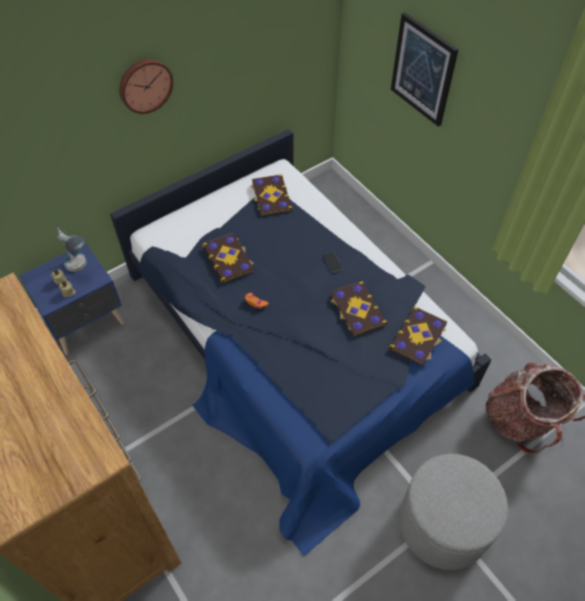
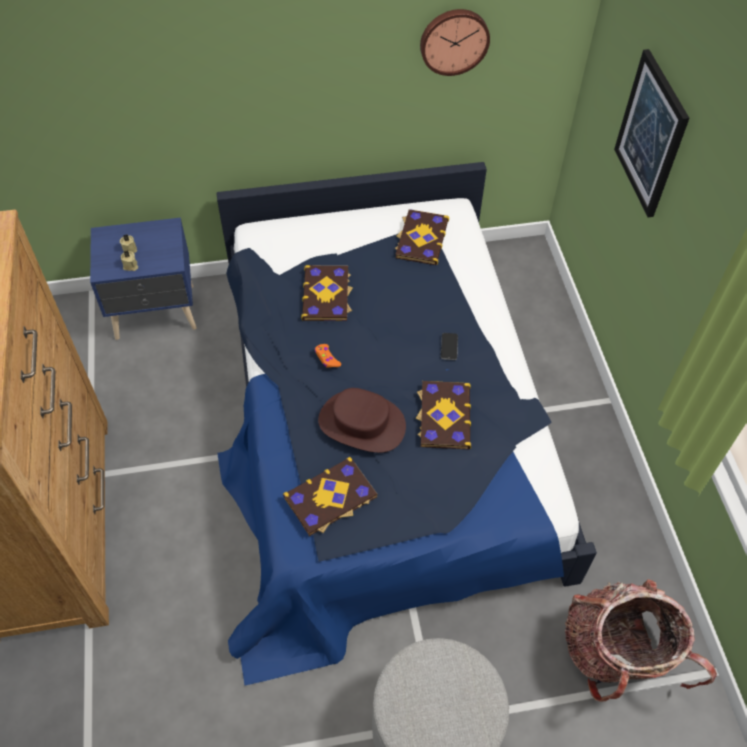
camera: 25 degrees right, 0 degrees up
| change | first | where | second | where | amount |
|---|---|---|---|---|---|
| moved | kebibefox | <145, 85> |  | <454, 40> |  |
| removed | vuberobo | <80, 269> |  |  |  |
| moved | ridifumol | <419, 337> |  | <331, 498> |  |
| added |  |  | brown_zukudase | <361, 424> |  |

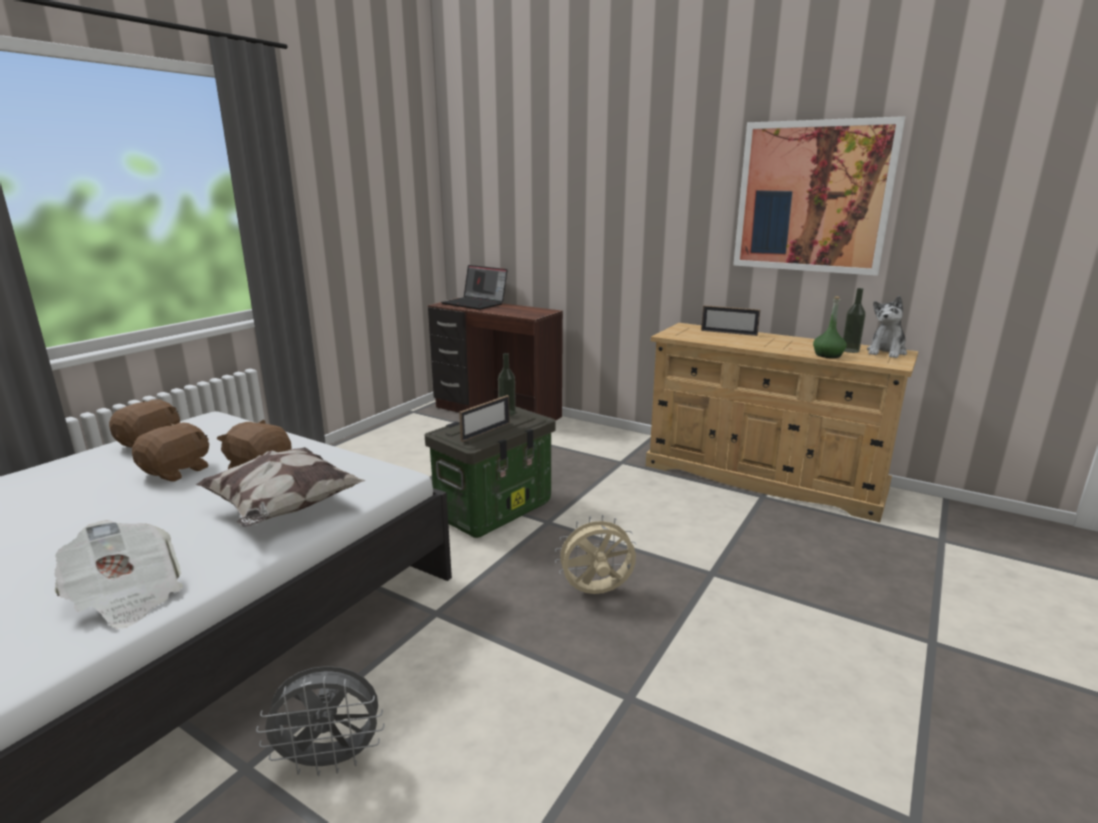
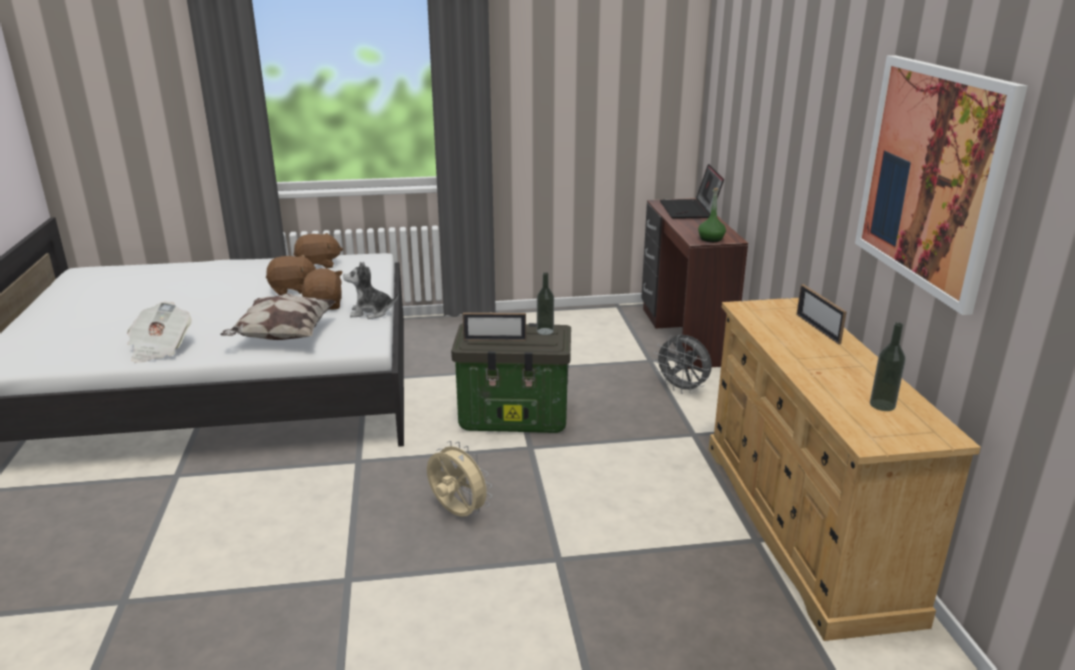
camera: 50 degrees right, 5 degrees up
| change | first | where | second | where | amount |
|---|---|---|---|---|---|
| moved | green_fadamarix | <828, 355> |  | <711, 239> |  |
| moved | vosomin | <886, 352> |  | <371, 312> |  |
| moved | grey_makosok | <331, 760> |  | <682, 389> |  |

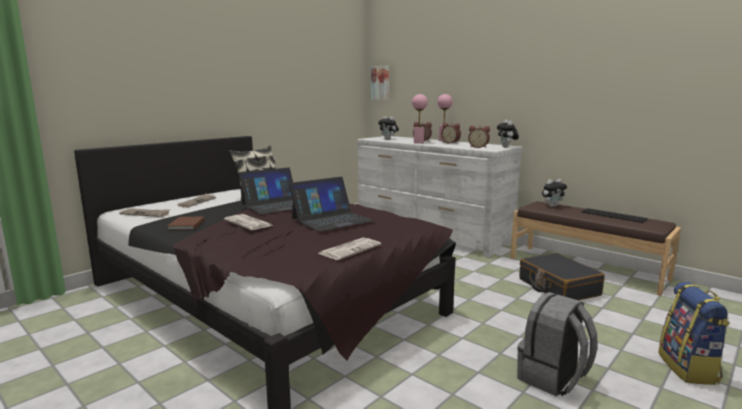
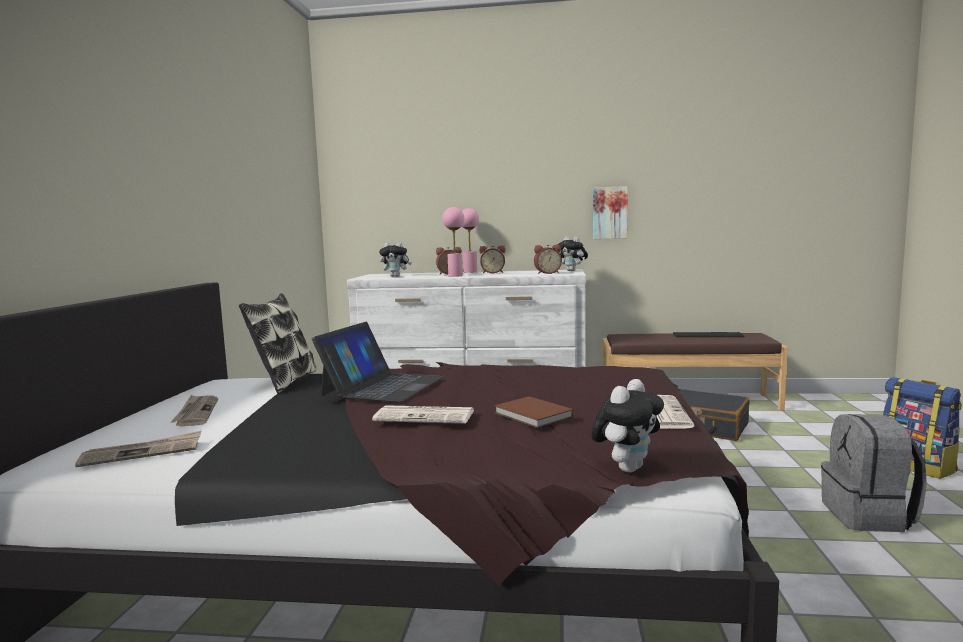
camera: 35 degrees left, 5 degrees down
| change | first | where | second | where | amount |
|---|---|---|---|---|---|
| moved | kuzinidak | <380, 82> |  | <609, 213> |  |
| removed | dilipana | <331, 220> |  |  |  |
| moved | vosomin | <552, 206> |  | <627, 468> |  |
| moved | brown_ridifumol | <185, 225> |  | <533, 416> |  |

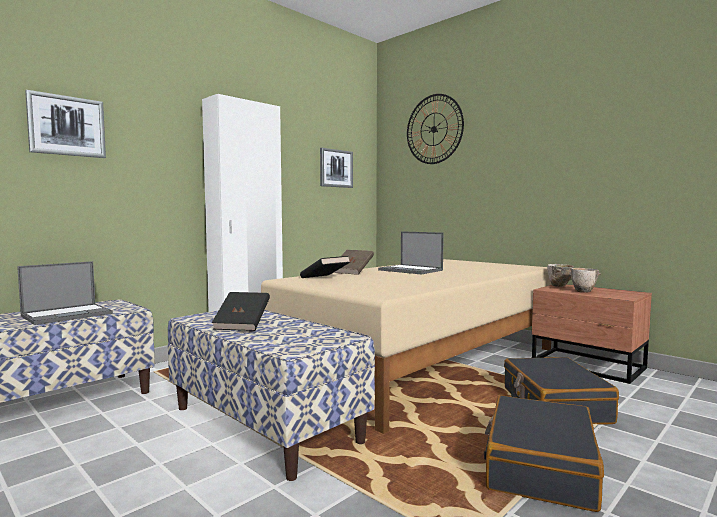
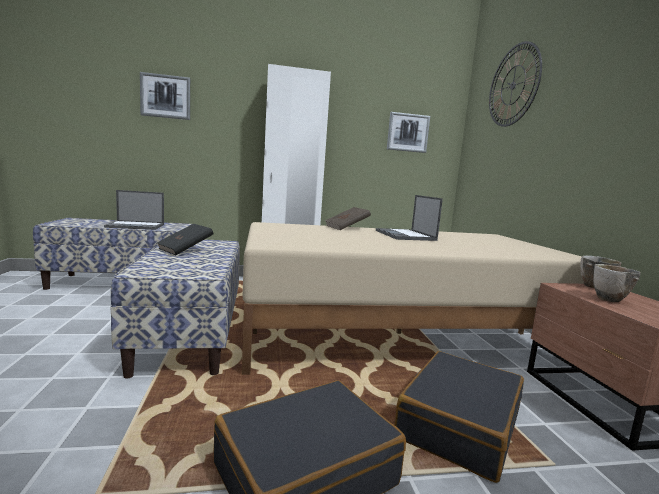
camera: 35 degrees right, 5 degrees up
| change | first | where | second | where | amount |
|---|---|---|---|---|---|
| removed | black_ridifumol | <324, 278> |  |  |  |

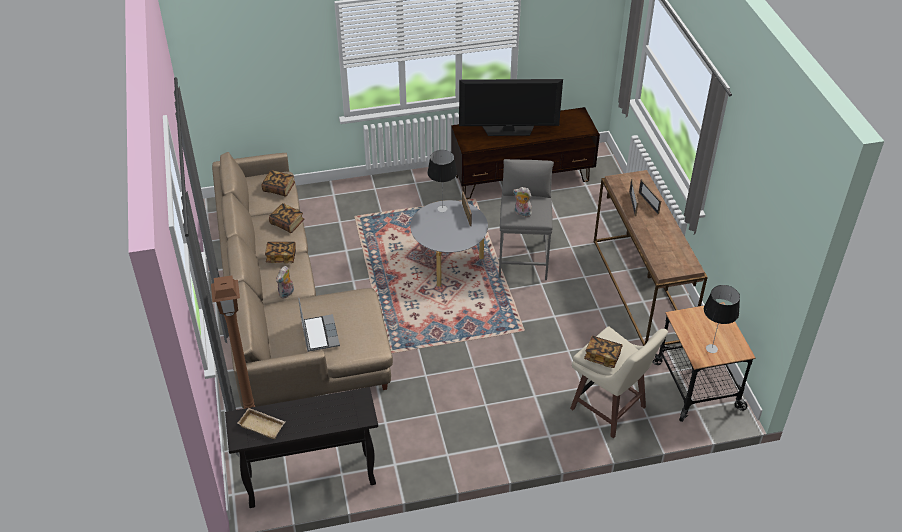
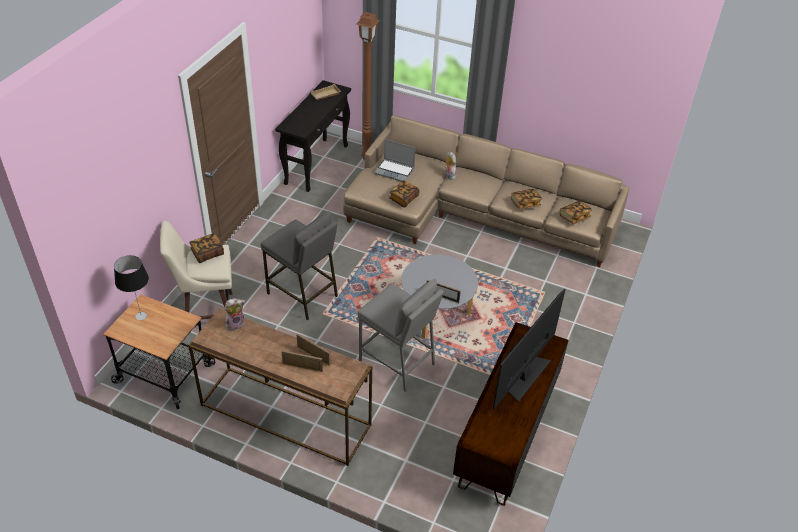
camera: 125 degrees right, 0 degrees up
| change | first | where | second | where | amount |
|---|---|---|---|---|---|
| removed | vuberobo | <442, 208> |  |  |  |
| moved | vosomin | <522, 213> |  | <235, 324> |  |
| moved | ridifumol | <281, 257> |  | <404, 199> |  |
| added |  |  | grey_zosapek | <302, 295> |  |

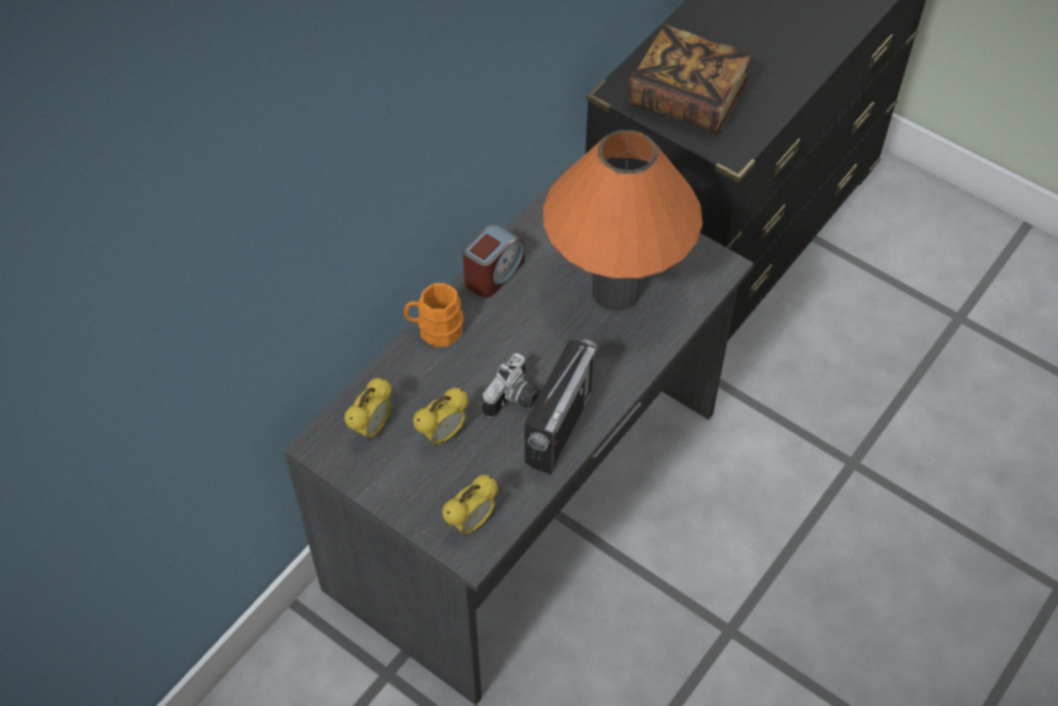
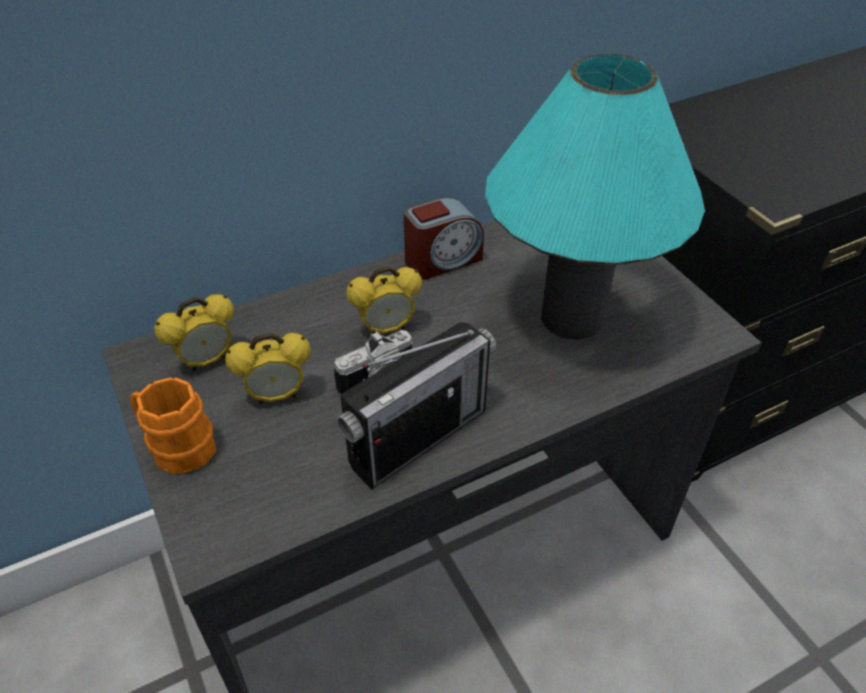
camera: 25 degrees right, 10 degrees down
| change | first | where | second | where | amount |
|---|---|---|---|---|---|
| removed | ridifumol | <687, 98> |  |  |  |
| recoloured | orange_vuberobo | <616, 290> | turquoise_vuberobo | <572, 317> |  |
| moved | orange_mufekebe | <435, 330> |  | <177, 447> |  |
| moved | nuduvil | <471, 523> |  | <386, 329> |  |

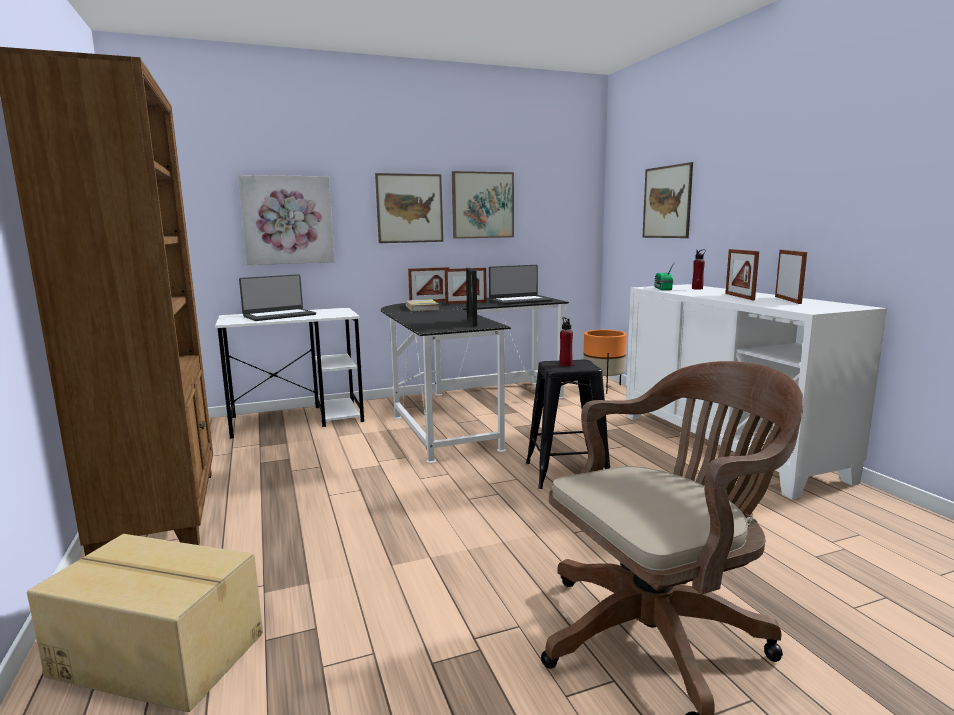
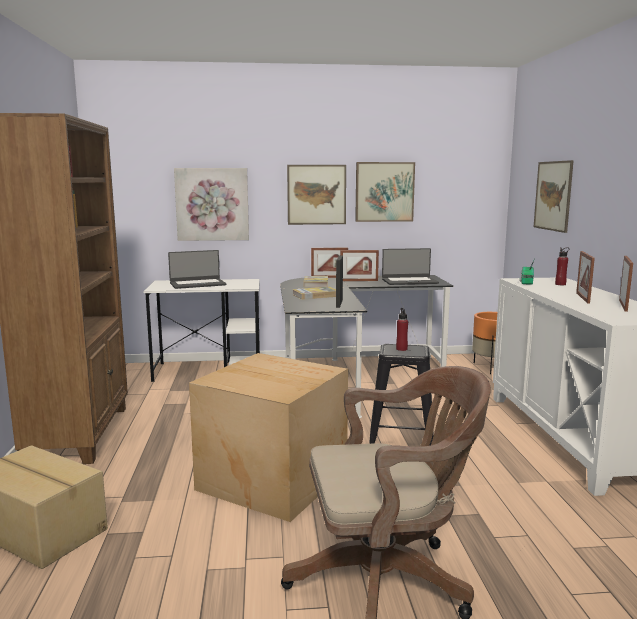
camera: 15 degrees right, 0 degrees up
| change | first | where | second | where | amount |
|---|---|---|---|---|---|
| added |  |  | ridifumol | <315, 295> |  |
| added |  |  | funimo | <272, 478> |  |

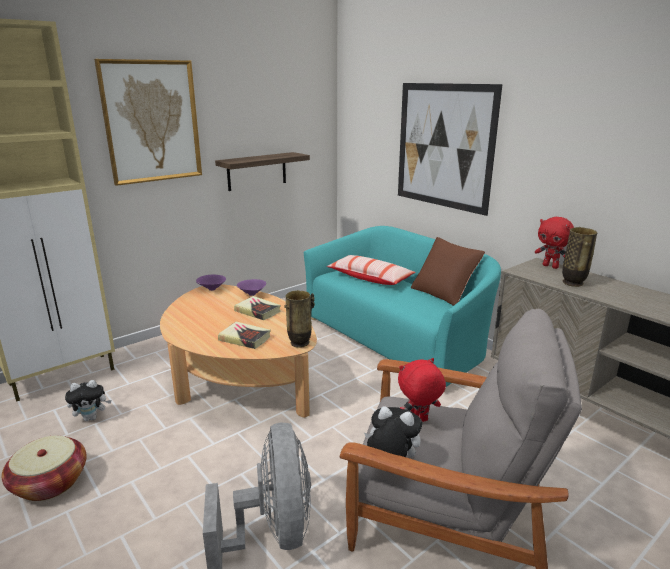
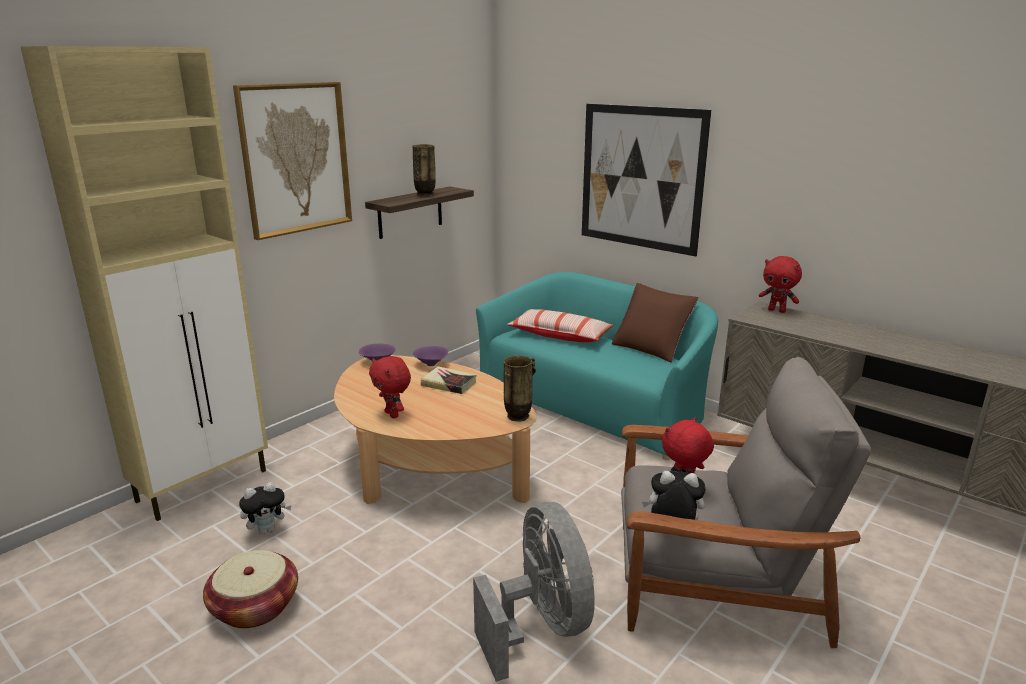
camera: 10 degrees left, 0 degrees up
| change | first | where | second | where | amount |
|---|---|---|---|---|---|
| moved | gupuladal | <573, 283> |  | <425, 195> |  |
| removed | ridifumol | <245, 338> |  |  |  |
| added |  |  | red_vosomin | <393, 414> |  |

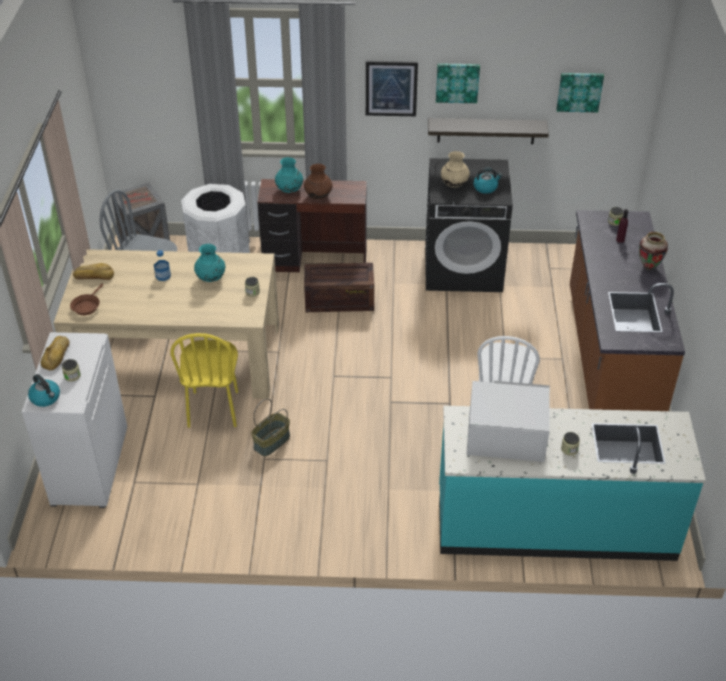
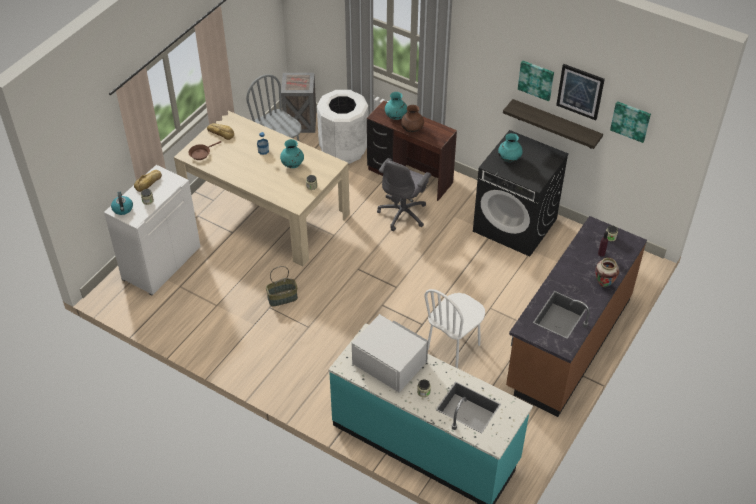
camera: 30 degrees right, 5 degrees up
| change | first | where | second | where | amount |
|---|---|---|---|---|---|
| moved | kuzinidak | <391, 88> |  | <580, 91> |  |
| recoloured | beige_gupuladal | <454, 184> | turquoise_gupuladal | <509, 159> |  |
| removed | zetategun | <485, 187> |  |  |  |
| replaced | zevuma | <338, 301> | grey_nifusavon | <403, 214> |  |
| removed | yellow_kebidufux | <214, 409> |  |  |  |

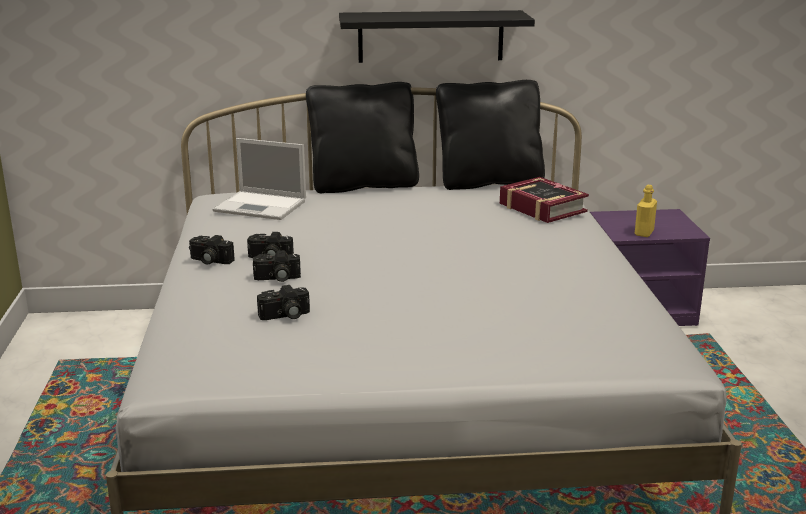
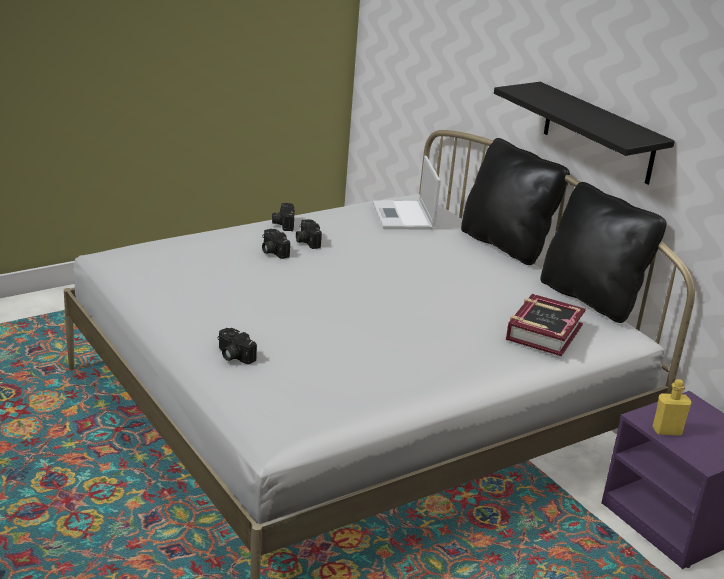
camera: 60 degrees right, 5 degrees up
| change | first | where | second | where | amount |
|---|---|---|---|---|---|
| moved | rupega | <285, 316> |  | <233, 355> |  |

